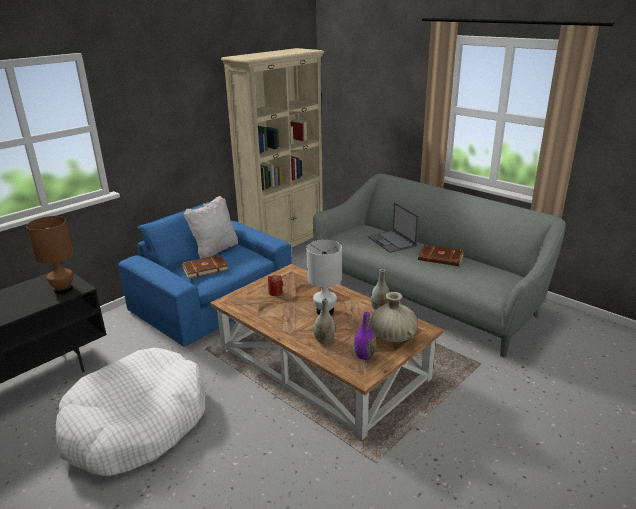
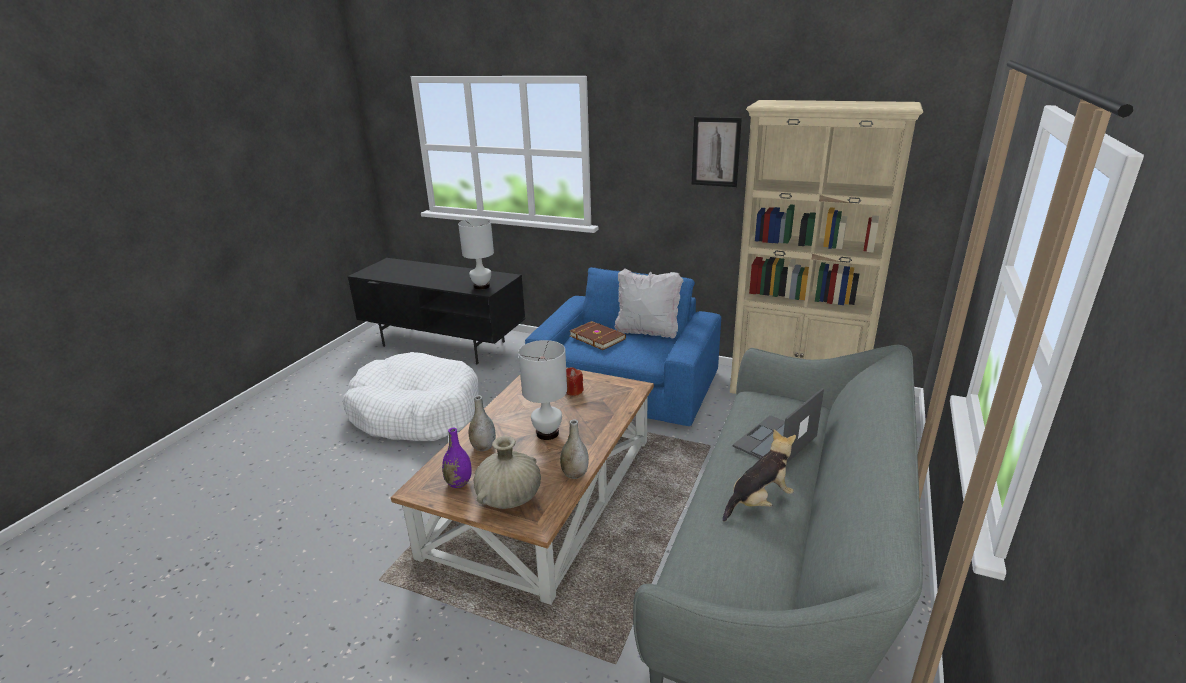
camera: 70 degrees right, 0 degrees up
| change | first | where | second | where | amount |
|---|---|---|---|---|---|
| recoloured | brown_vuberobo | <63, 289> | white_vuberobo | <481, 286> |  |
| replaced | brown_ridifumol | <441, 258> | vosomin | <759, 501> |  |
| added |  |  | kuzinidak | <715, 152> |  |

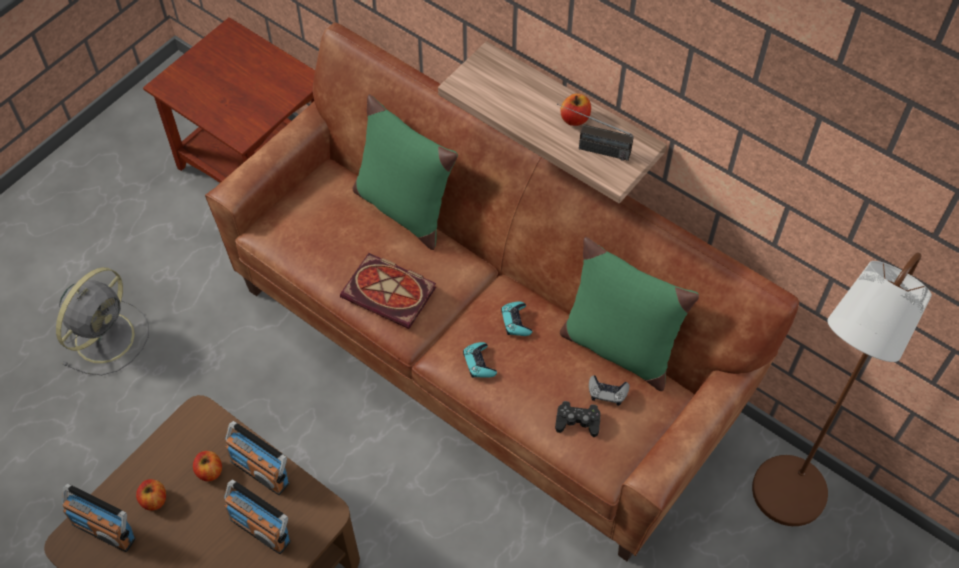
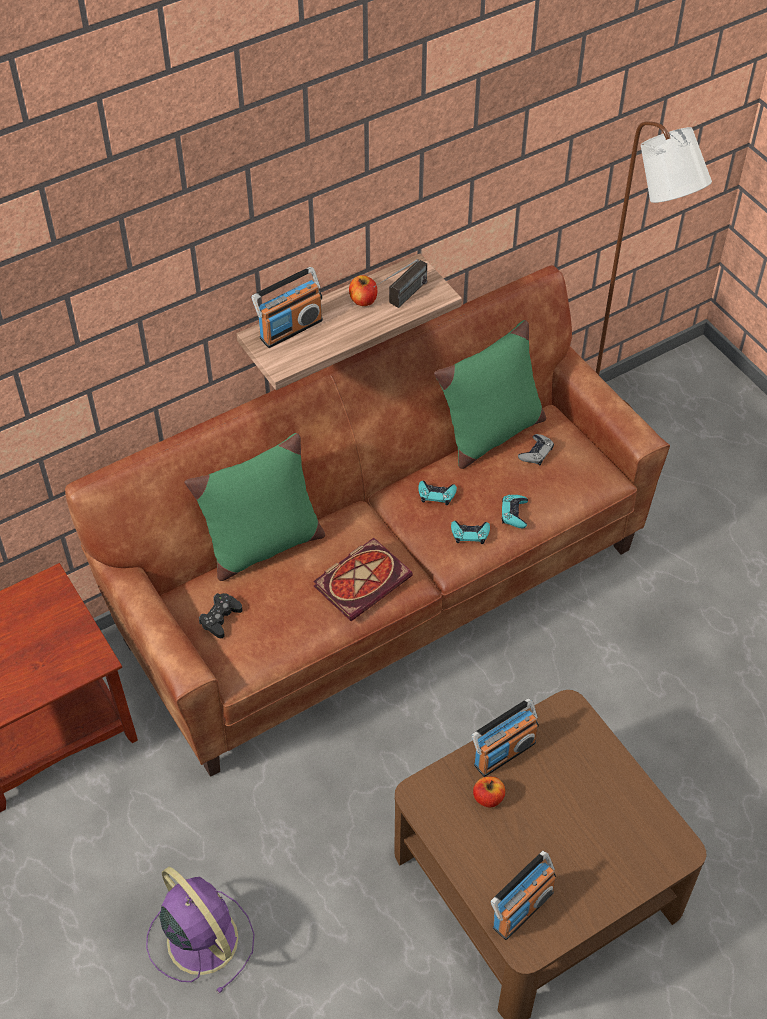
camera: 70 degrees left, 5 degrees down
| change | first | where | second | where | amount |
|---|---|---|---|---|---|
| recoloured | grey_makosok | <106, 335> | purple_makosok | <200, 937> |  |
| moved | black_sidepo | <577, 421> |  | <220, 618> |  |
| removed | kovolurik | <154, 500> |  |  |  |
| moved | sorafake | <260, 529> |  | <290, 329> |  |
| added |  |  | turquoise_sidepo | <514, 513> |  |

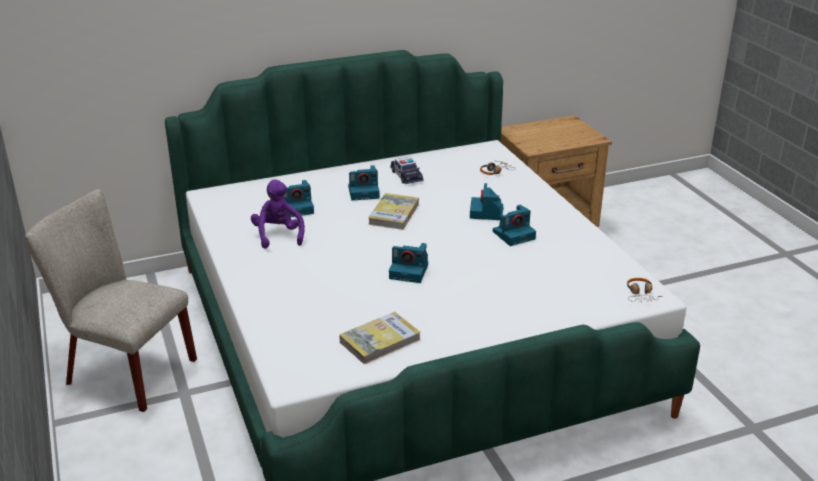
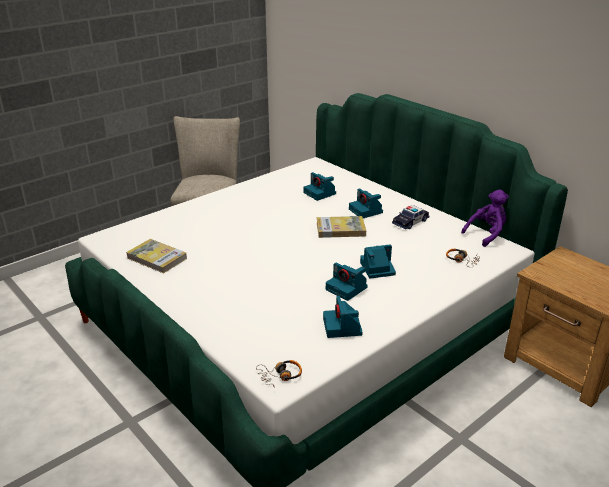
camera: 70 degrees right, 0 degrees up
| change | first | where | second | where | amount |
|---|---|---|---|---|---|
| moved | purple_vosomin | <278, 235> |  | <486, 234> |  |
| moved | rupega | <410, 271> |  | <343, 327> |  |

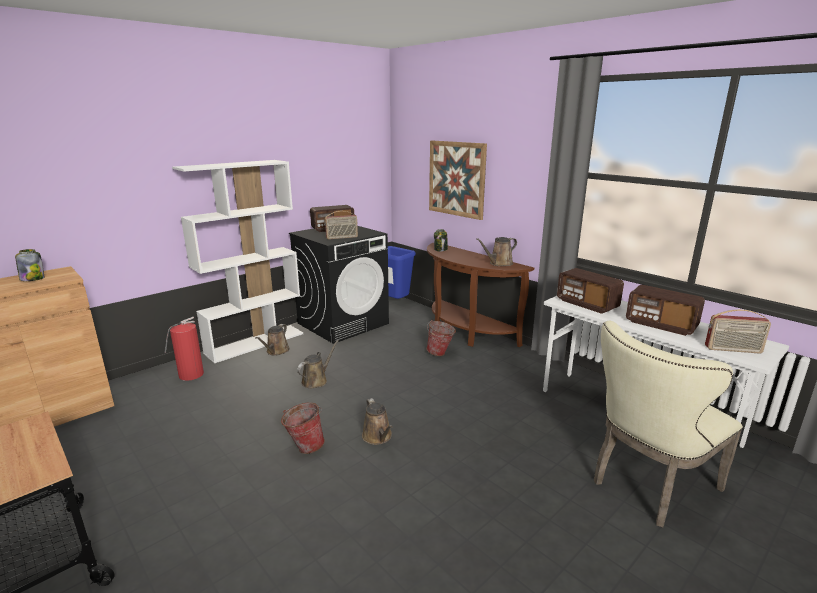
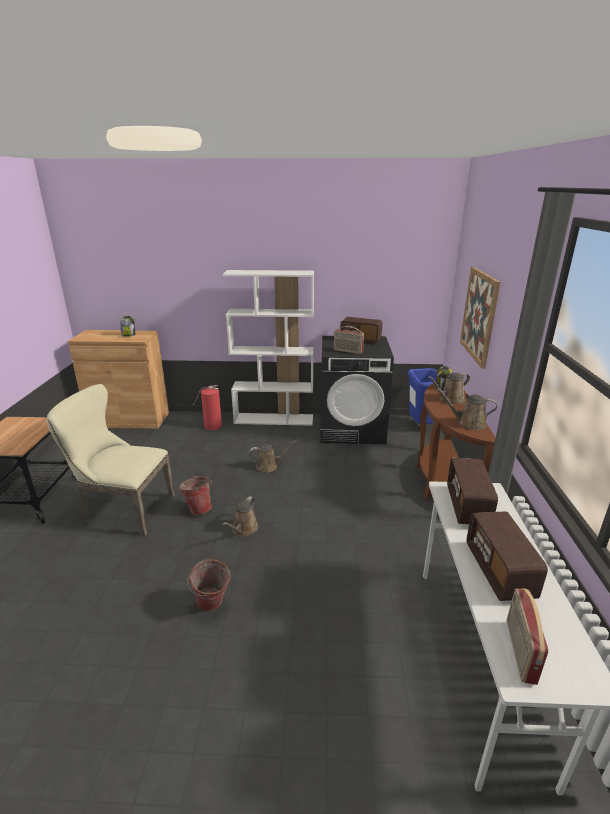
camera: 45 degrees right, 5 degrees up
| change | first | where | second | where | amount |
|---|---|---|---|---|---|
| turned | sorafake | <733, 350> |  | <519, 651> | 45 degrees clockwise |
| moved | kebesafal | <440, 353> |  | <211, 605> |  |
| moved | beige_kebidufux | <648, 486> |  | <123, 510> |  |
| moved | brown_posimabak | <276, 351> |  | <449, 400> |  |

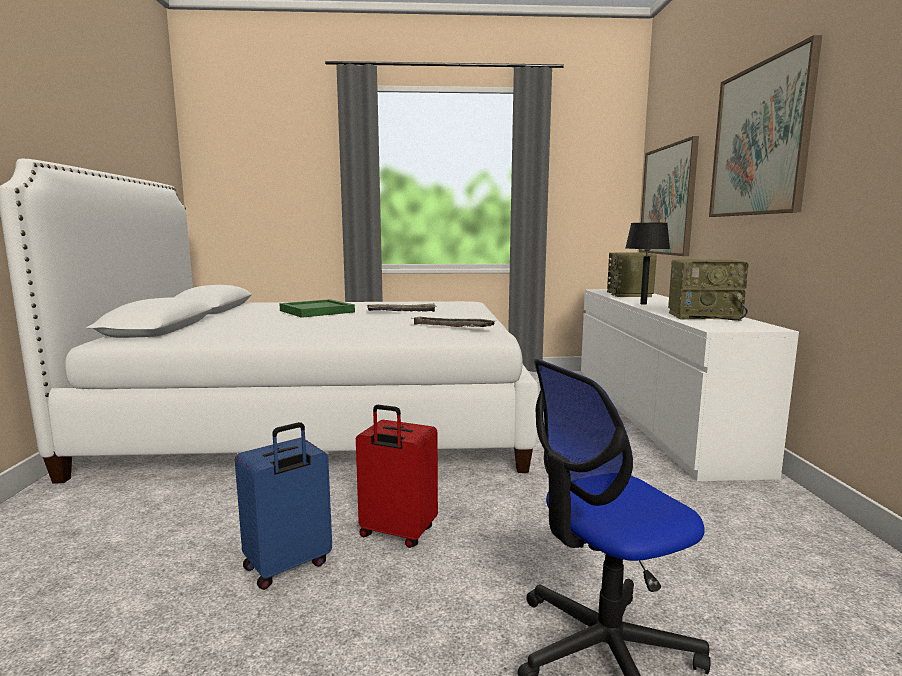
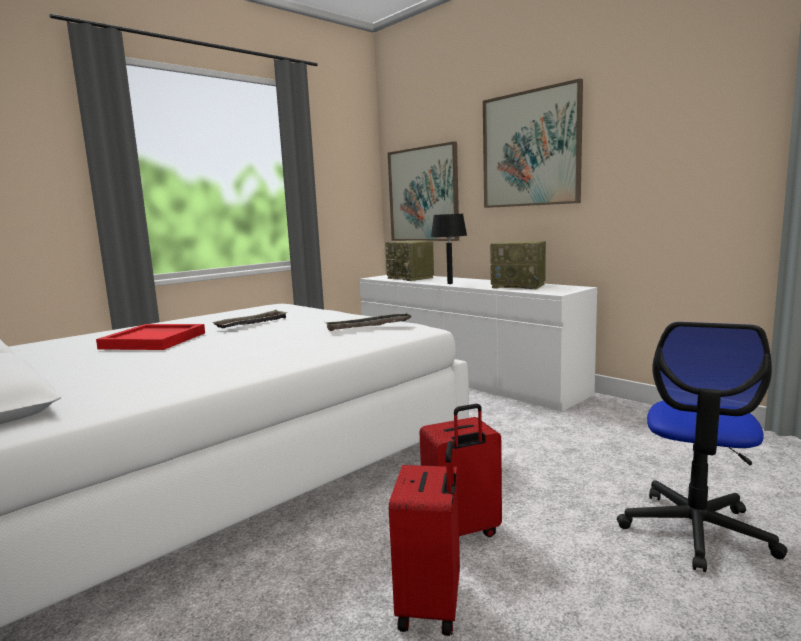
camera: 40 degrees left, 0 degrees up
| change | first | where | second | where | amount |
|---|---|---|---|---|---|
| turned | sorafake | <704, 316> |  | <519, 286> | 60 degrees clockwise |
| recoloured | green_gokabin | <317, 311> | red_gokabin | <155, 340> |  |
| recoloured | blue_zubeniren | <288, 566> | red_zubeniren | <432, 606> |  |

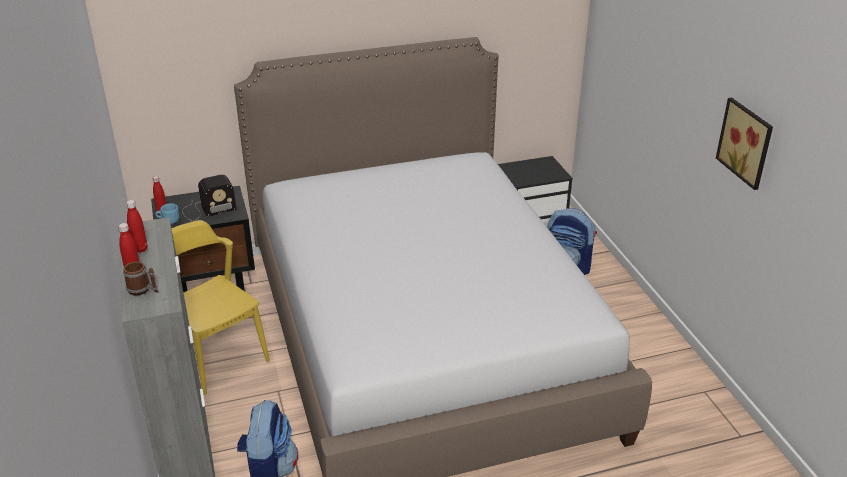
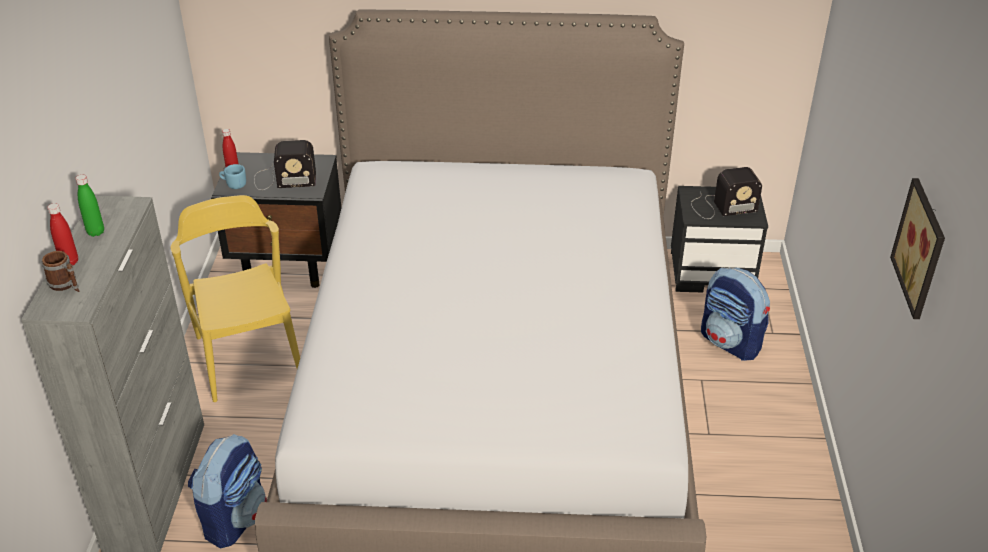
camera: 20 degrees right, 5 degrees up
| change | first | where | second | where | amount |
|---|---|---|---|---|---|
| recoloured | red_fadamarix | <140, 249> | green_fadamarix | <96, 232> |  |
| added |  |  | sorafake | <721, 207> |  |

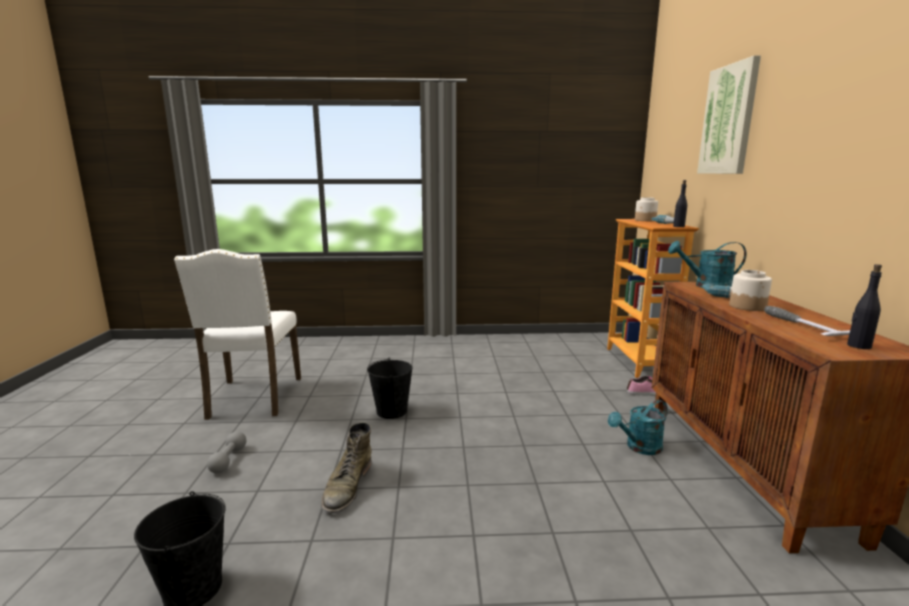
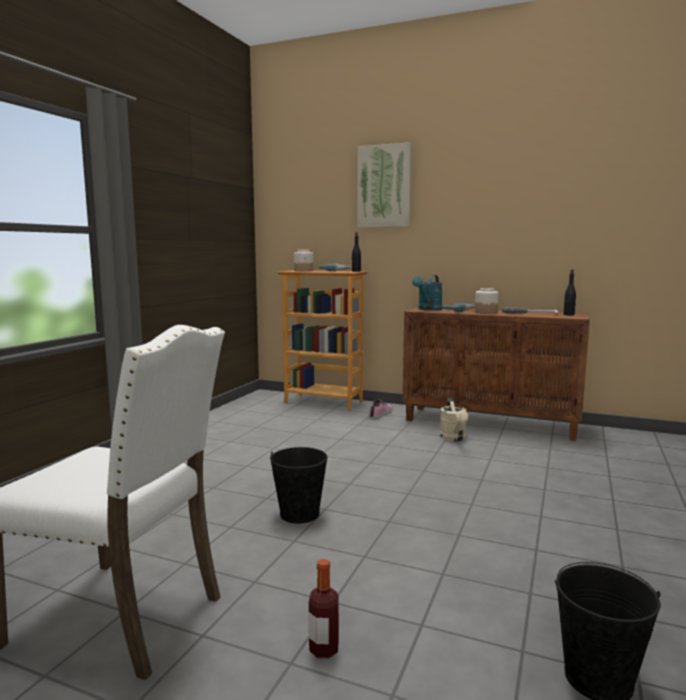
camera: 65 degrees left, 5 degrees down
| change | first | where | second | where | amount |
|---|---|---|---|---|---|
| recoloured | turquoise_posimabak | <639, 447> | beige_posimabak | <454, 438> |  |
| removed | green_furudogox | <347, 487> |  |  |  |
| replaced | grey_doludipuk | <228, 460> | fadamarix | <324, 649> |  |

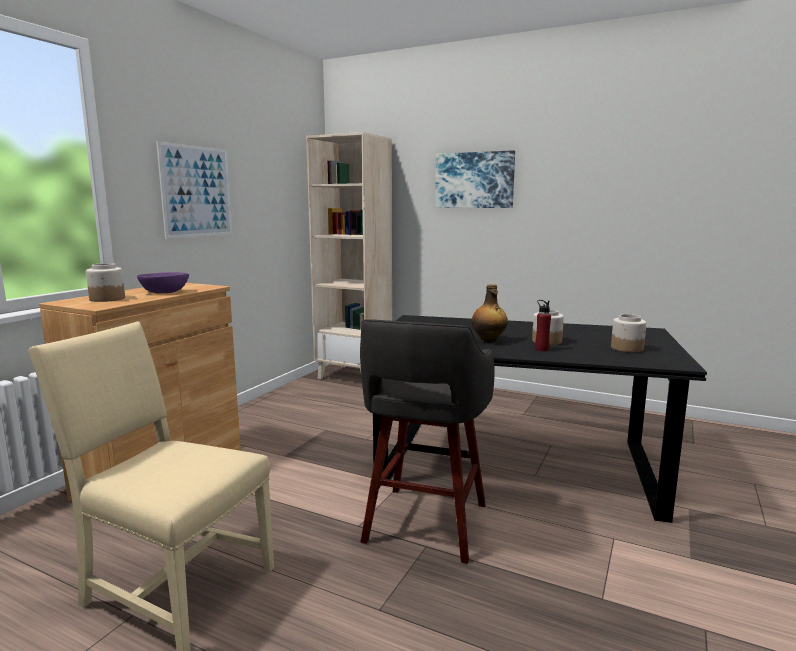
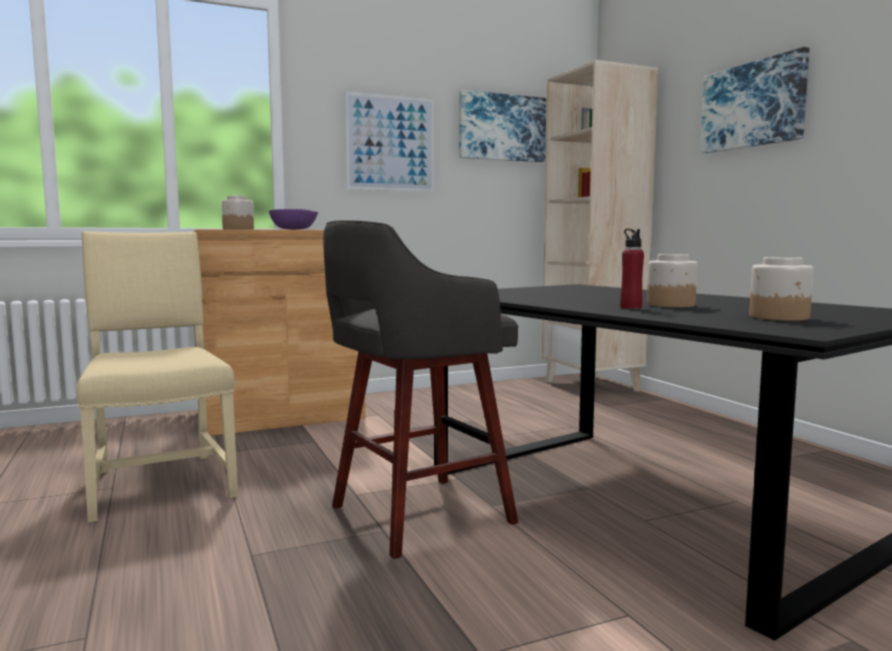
camera: 40 degrees right, 5 degrees down
| change | first | where | second | where | amount |
|---|---|---|---|---|---|
| removed | fadamarix | <488, 340> |  |  |  |
| added |  |  | kuzinidak | <501, 127> |  |

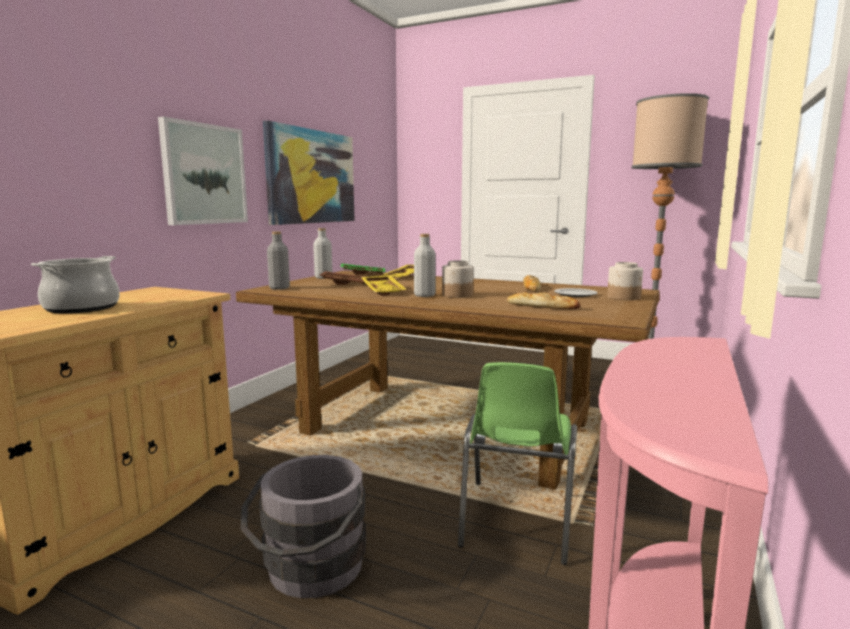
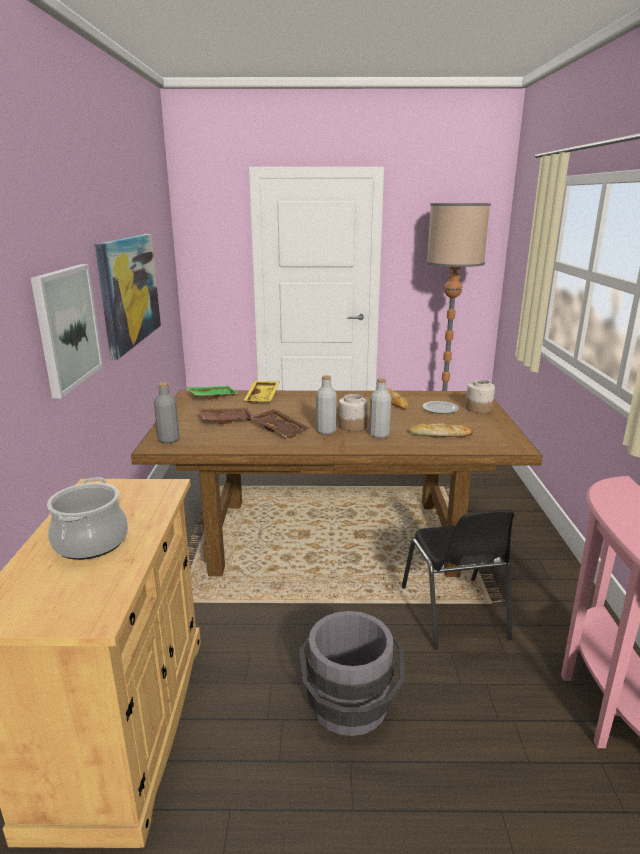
camera: 25 degrees left, 10 degrees up
| change | first | where | second | where | amount |
|---|---|---|---|---|---|
| moved | grey_fadamarix | <323, 277> |  | <379, 434> |  |
| recoloured | yellow_gokabin | <384, 291> | brown_gokabin | <281, 429> |  |
| recoloured | green_kebidufux | <516, 521> | black_kebidufux | <454, 613> |  |

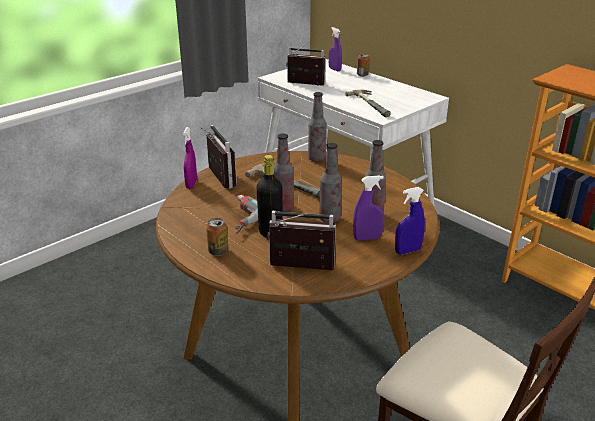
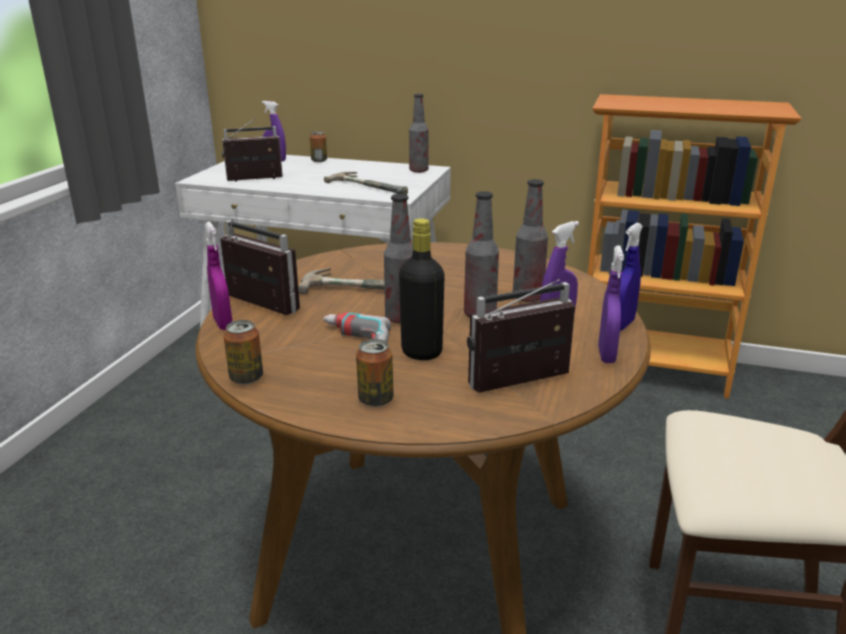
camera: 30 degrees left, 5 degrees down
| change | first | where | second | where | amount |
|---|---|---|---|---|---|
| moved | fadamarix | <317, 159> |  | <418, 171> |  |
| added |  |  | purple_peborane | <606, 355> |  |
| added |  |  | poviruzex | <246, 378> |  |

